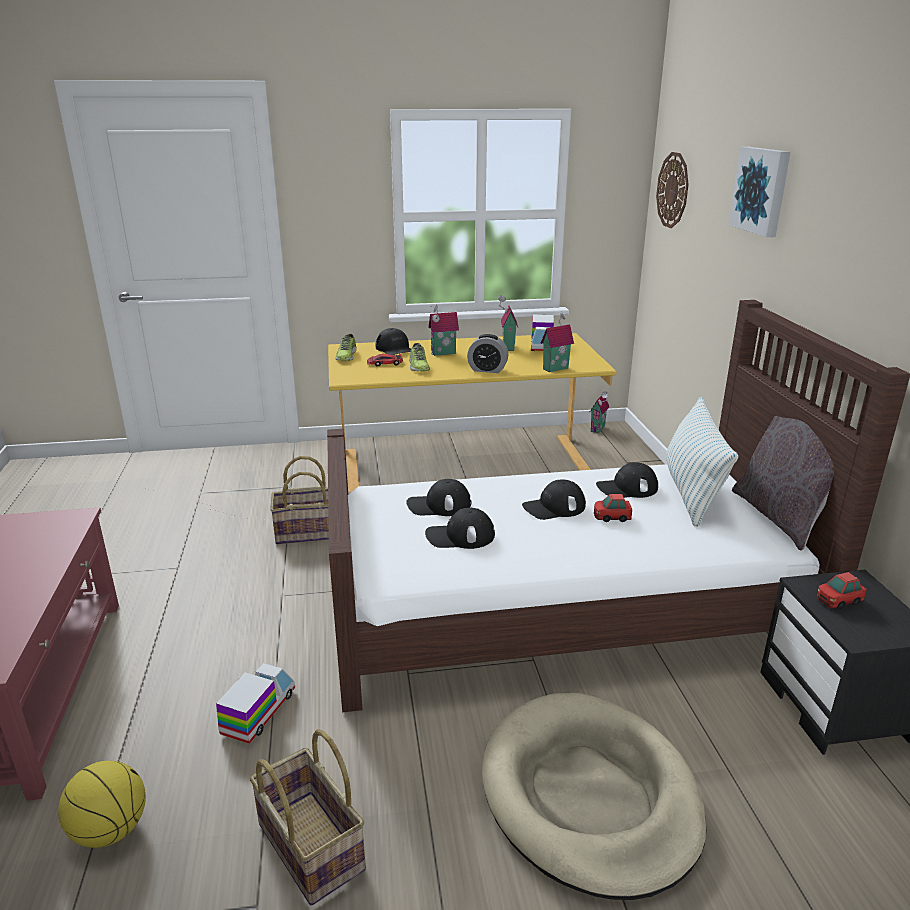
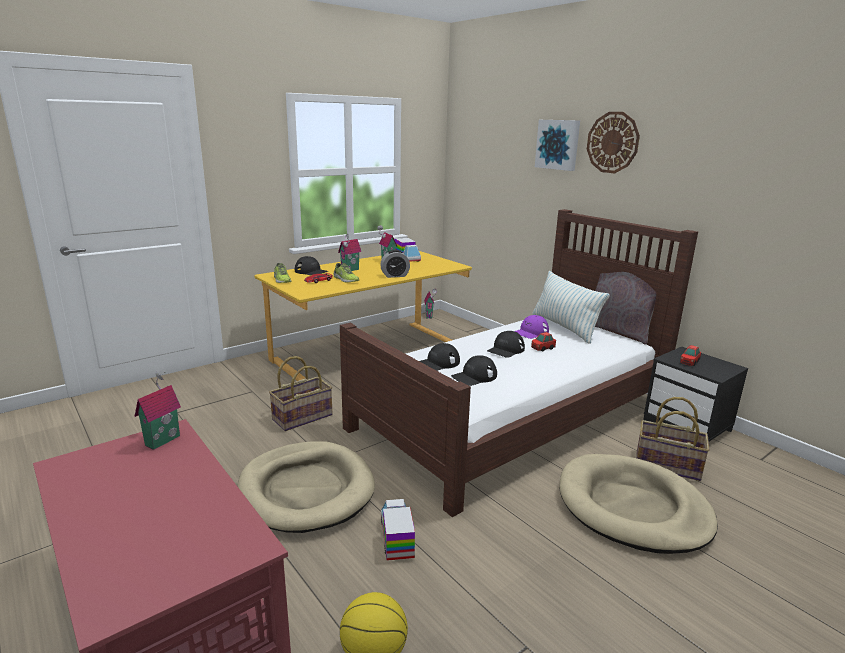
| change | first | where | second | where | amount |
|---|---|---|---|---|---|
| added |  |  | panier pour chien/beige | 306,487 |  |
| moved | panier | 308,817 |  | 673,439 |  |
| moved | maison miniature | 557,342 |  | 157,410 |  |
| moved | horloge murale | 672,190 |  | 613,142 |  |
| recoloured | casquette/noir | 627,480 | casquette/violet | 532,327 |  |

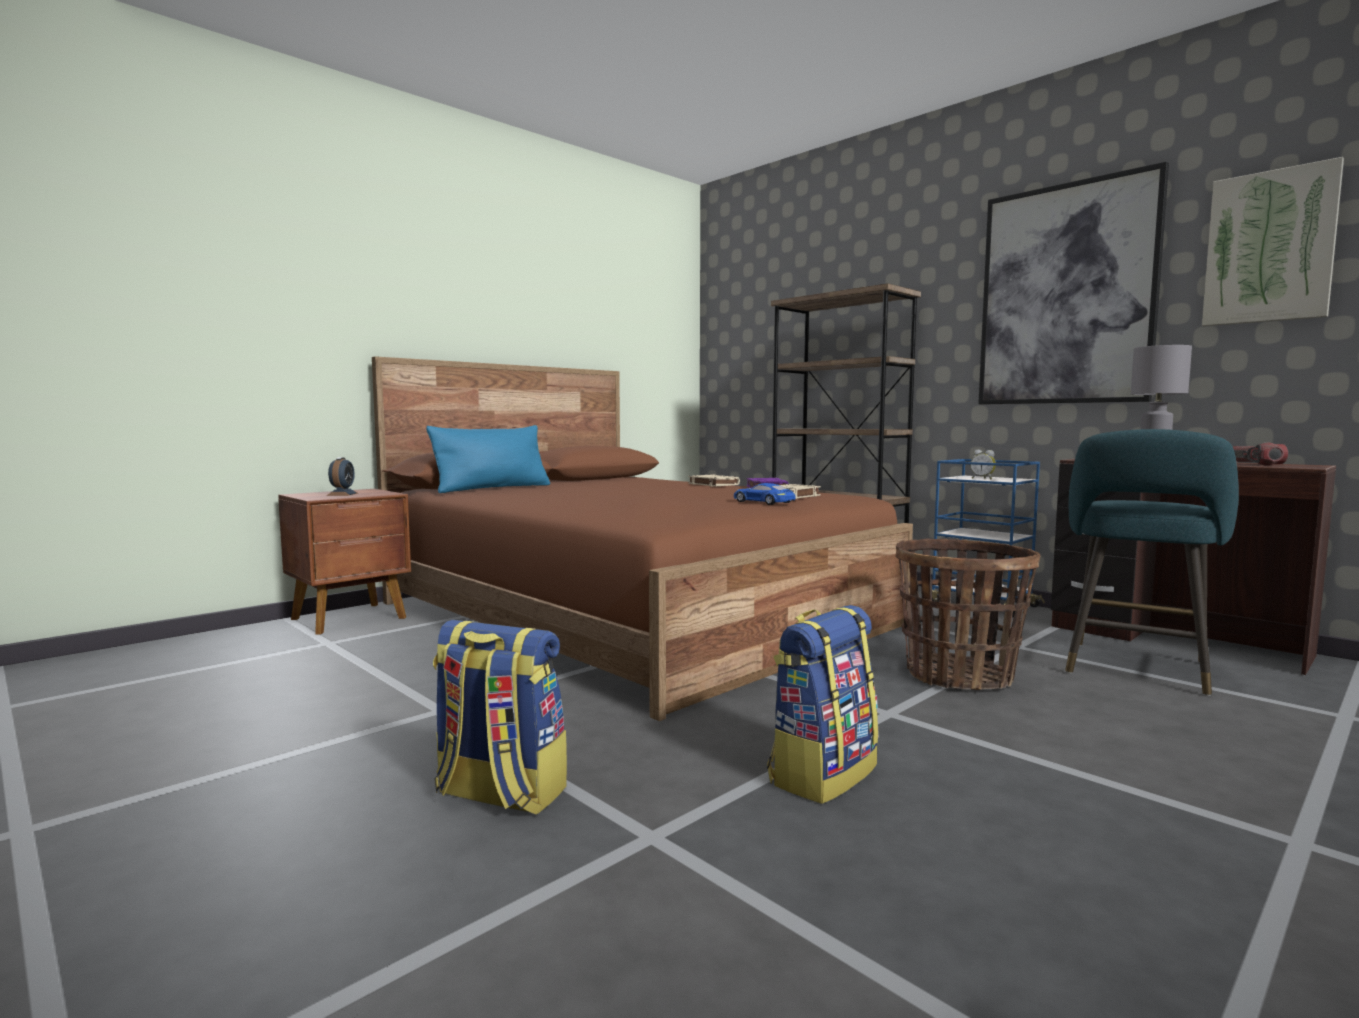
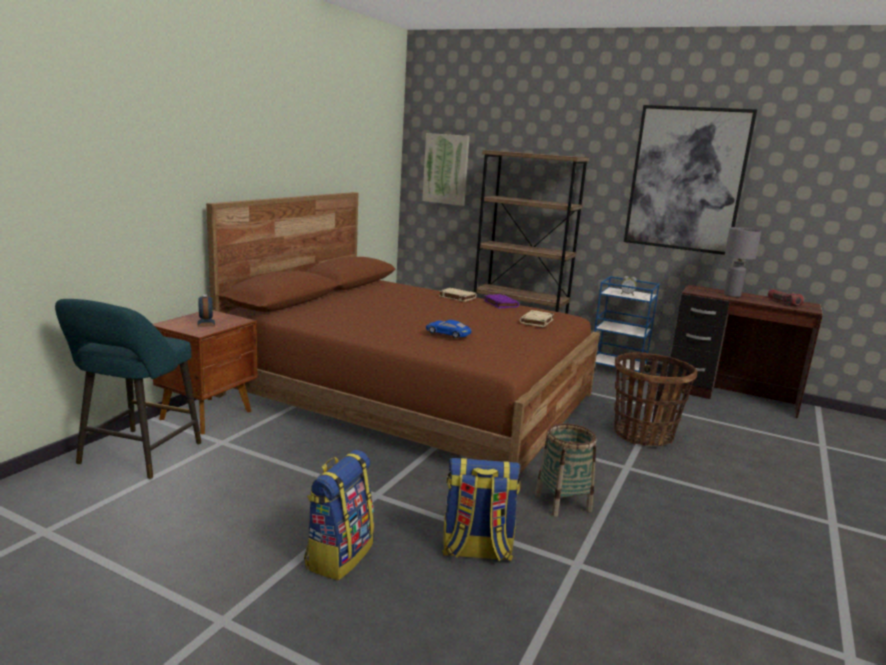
| change | first | where | second | where | amount |
|---|---|---|---|---|---|
| removed | coussin/bleu | 488,459 |  |  |  |
| added |  |  | panier | 565,470 |  |
| moved | petite voiture/bleu | 765,494 |  | 449,329 |  |
| moved | sac à dos | 823,704 |  | 339,515 |  |
| moved | tabouret/turquoise | 1152,562 |  | 128,389 |  |
| moved | tableau | 1273,241 |  | 446,169 |  |

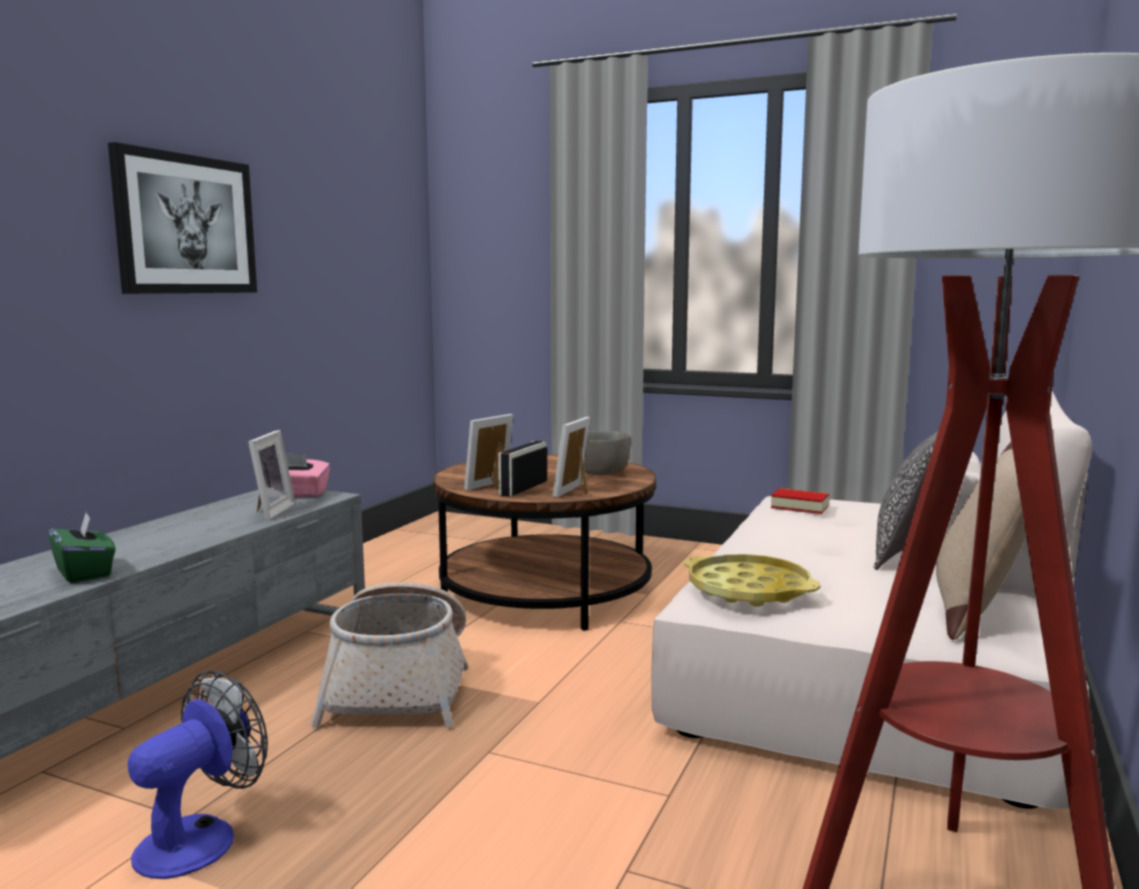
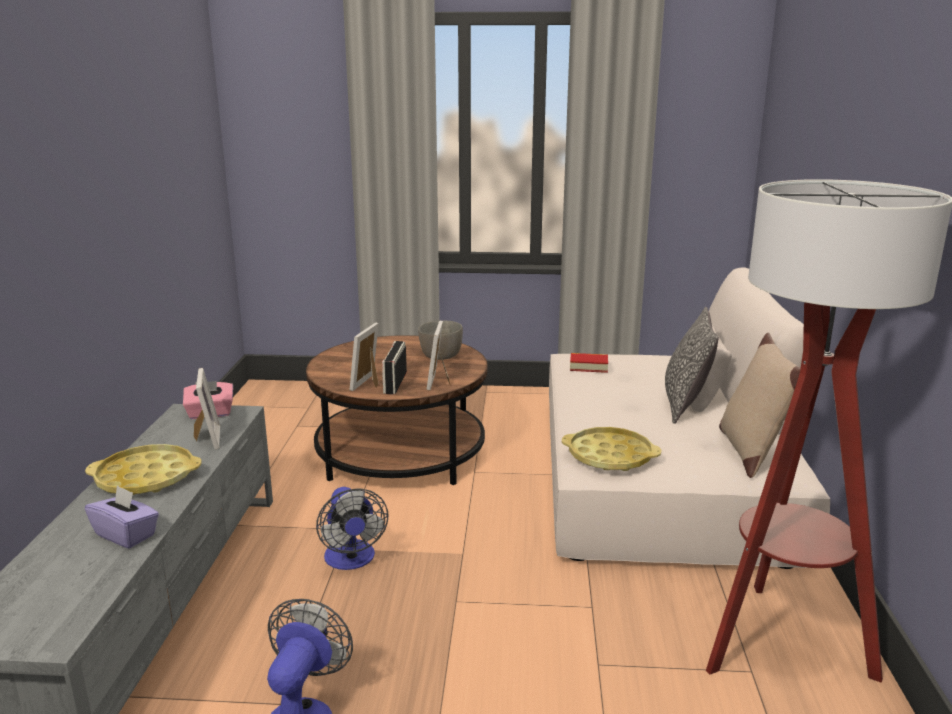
| change | first | where | second | where | amount |
|---|---|---|---|---|---|
| removed | tableau | 182,218 |  |  |  |
| added |  |  | plateau/jaune | 143,469 |  |
| replaced | panier | 389,655 | ventilateur | 352,528 |  |
| recoloured | boîte à mouchoirs/vert | 82,548 | boîte à mouchoirs/violet | 122,516 |  |

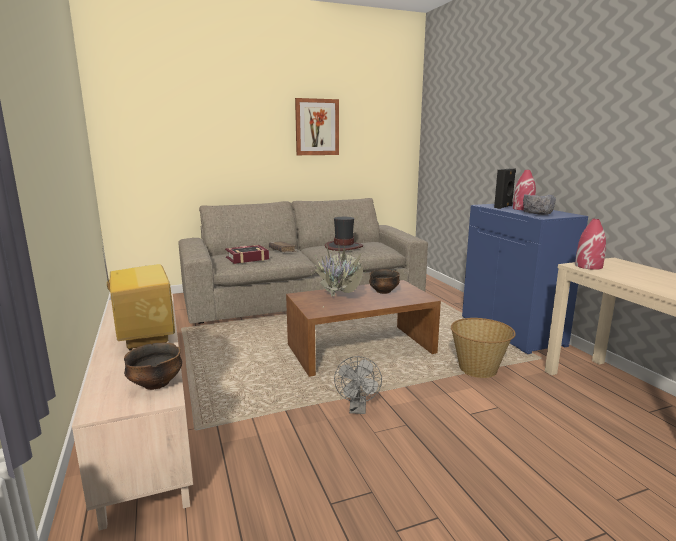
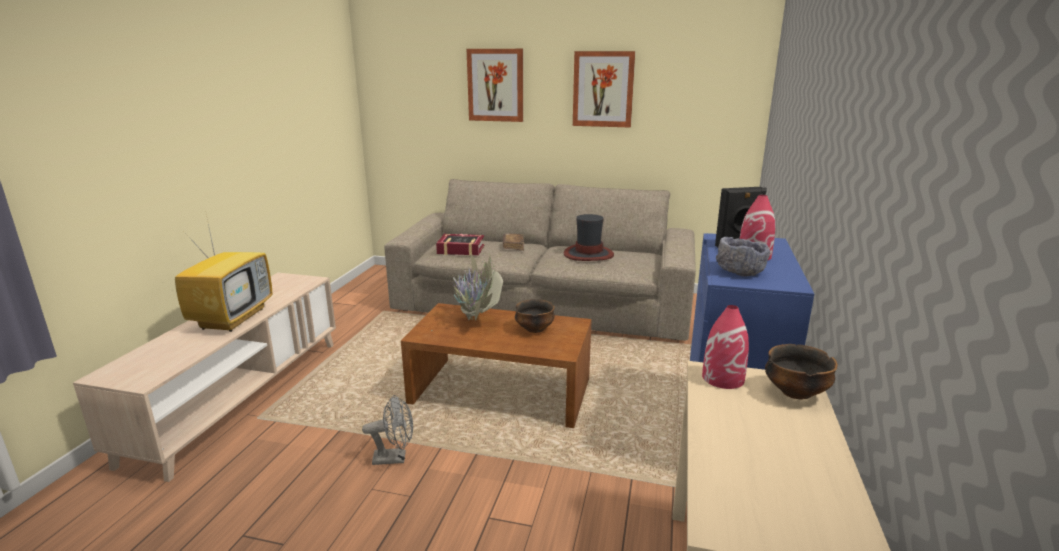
| change | first | where | second | where | amount |
|---|---|---|---|---|---|
| removed | panier | 483,348 |  |  |  |
| added |  |  | tableau | 495,85 |  |
| moved | bol | 153,366 |  | 801,372 |  |
| turned | ventilateur/gris | 358,385 |  | 387,430 | 135 degrees counterclockwise |

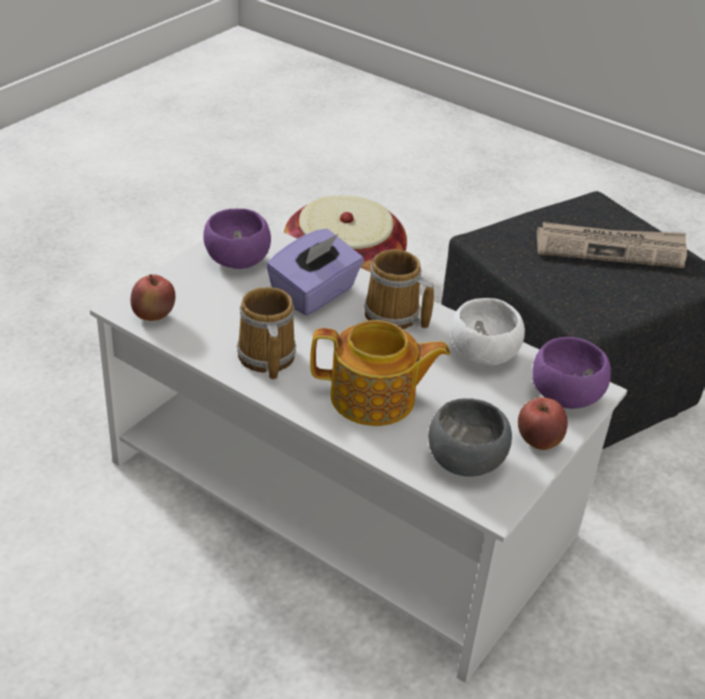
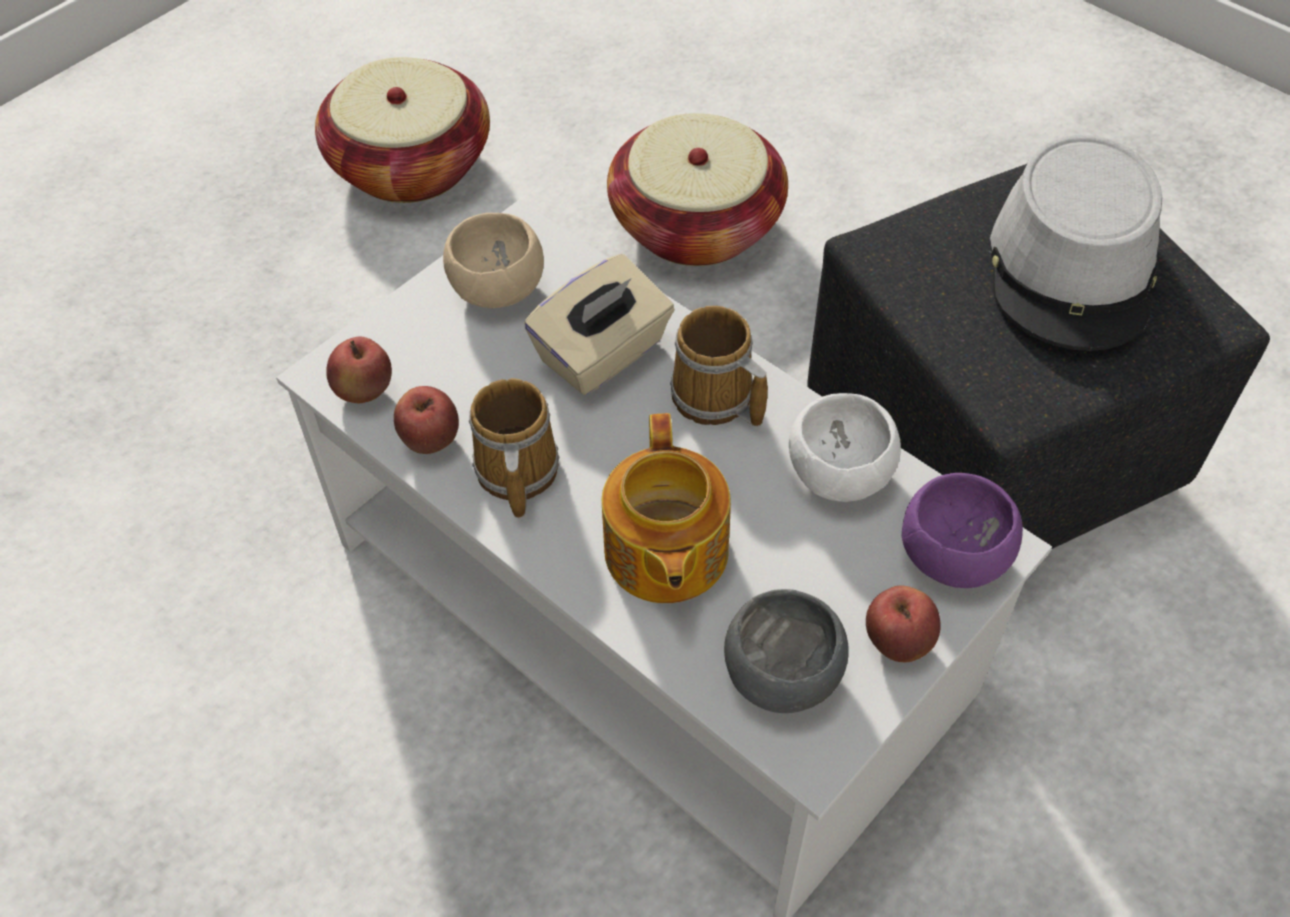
| change | first | where | second | where | amount |
|---|---|---|---|---|---|
| added |  |  | panier | 402,130 |  |
| added |  |  | pomme | 426,420 |  |
| replaced | journal | 612,245 | chapeau/gris | 1076,243 |  |
| recoloured | bol/violet | 237,239 | bol/beige | 493,260 |  |
| recoloured | boîte à mouchoirs/violet | 315,272 | boîte à mouchoirs/beige | 599,324 |  |
| turned | théière | 380,373 |  | 666,508 | 75 degrees clockwise |

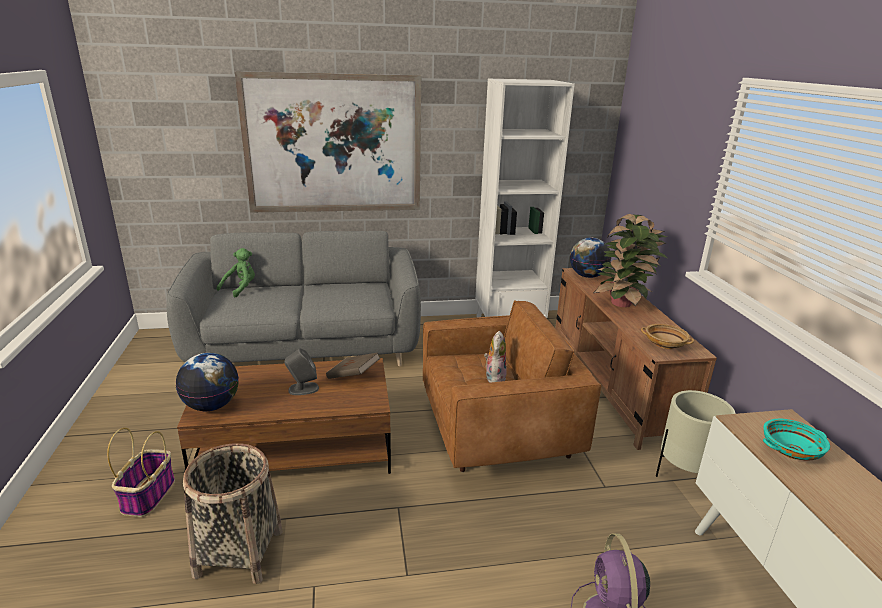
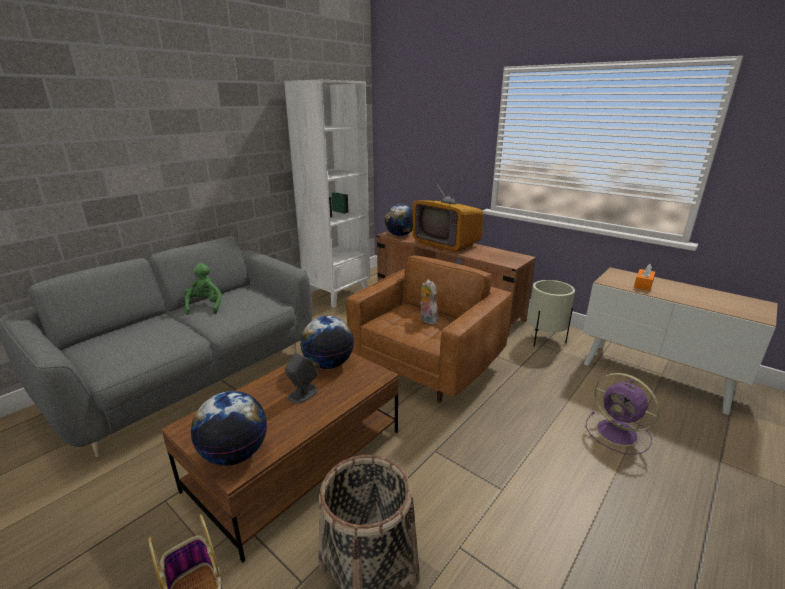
| change | first | where | second | where | amount |
|---|---|---|---|---|---|
| removed | tableau | 328,141 |  |  |  |
| removed | bol/beige | 667,336 |  |  |  |
| moved | peluche/vert | 236,272 |  | 202,289 |  |
| replaced | livre/marron | 353,365 | globe | 327,342 |  |
| replaced | plante en pot | 630,260 | téléviseur | 448,216 |  |
| replaced | bol/turquoise | 796,439 | boîte à mouchoirs/orange | 645,277 |  |

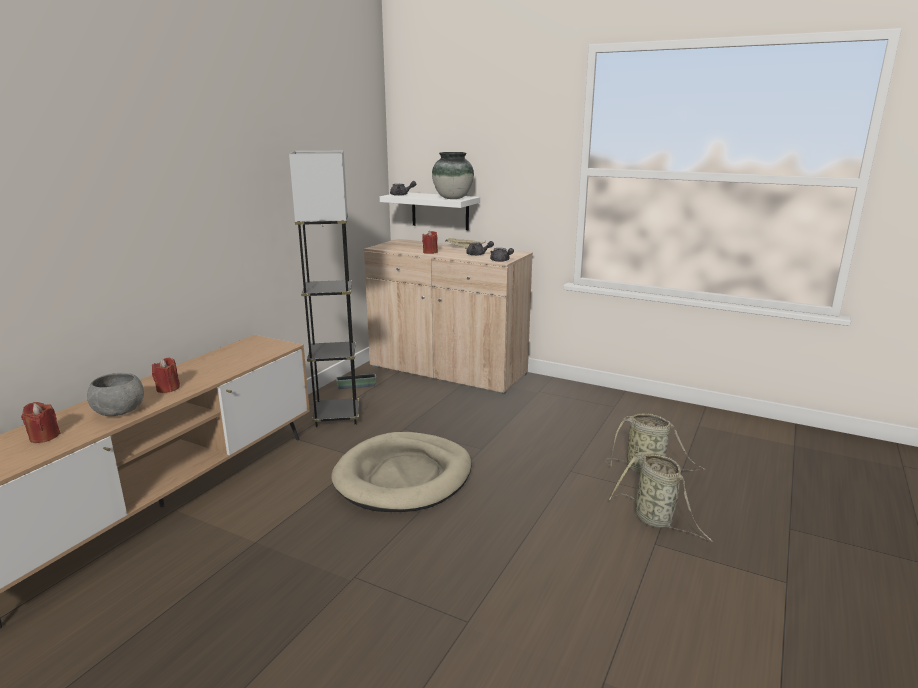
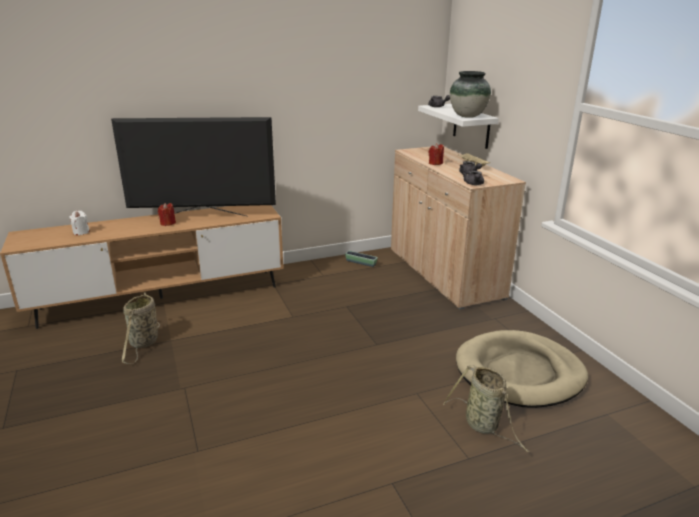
| change | first | where | second | where | amount |
|---|---|---|---|---|---|
| removed | bol/gris | 115,394 |  |  |  |
| removed | lampadaire/gris | 324,289 |  |  |  |
| added |  |  | téléviseur | 193,166 |  |
| moved | panier pour chien/beige | 401,472 |  | 522,369 |  |
| moved | panier | 661,497 |  | 141,328 |  |
| recoloured | bougie/rouge | 40,422 | bougie/blanc | 79,223 |  |

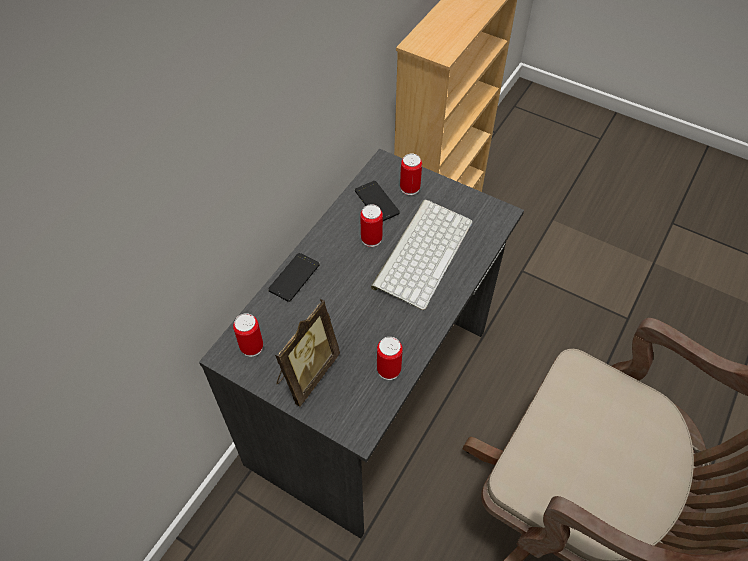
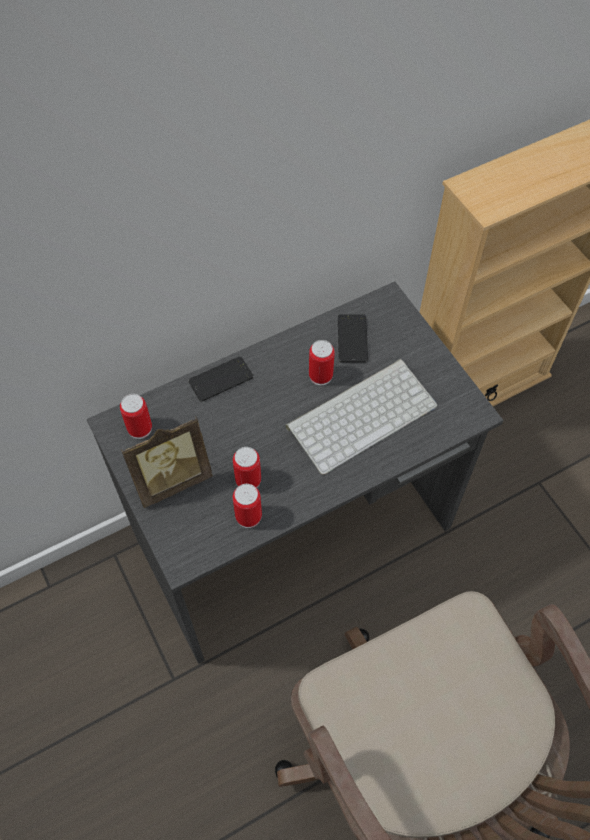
| change | first | where | second | where | amount |
|---|---|---|---|---|---|
| moved | boîte métallique | 411,174 |  | 247,467 |  |

